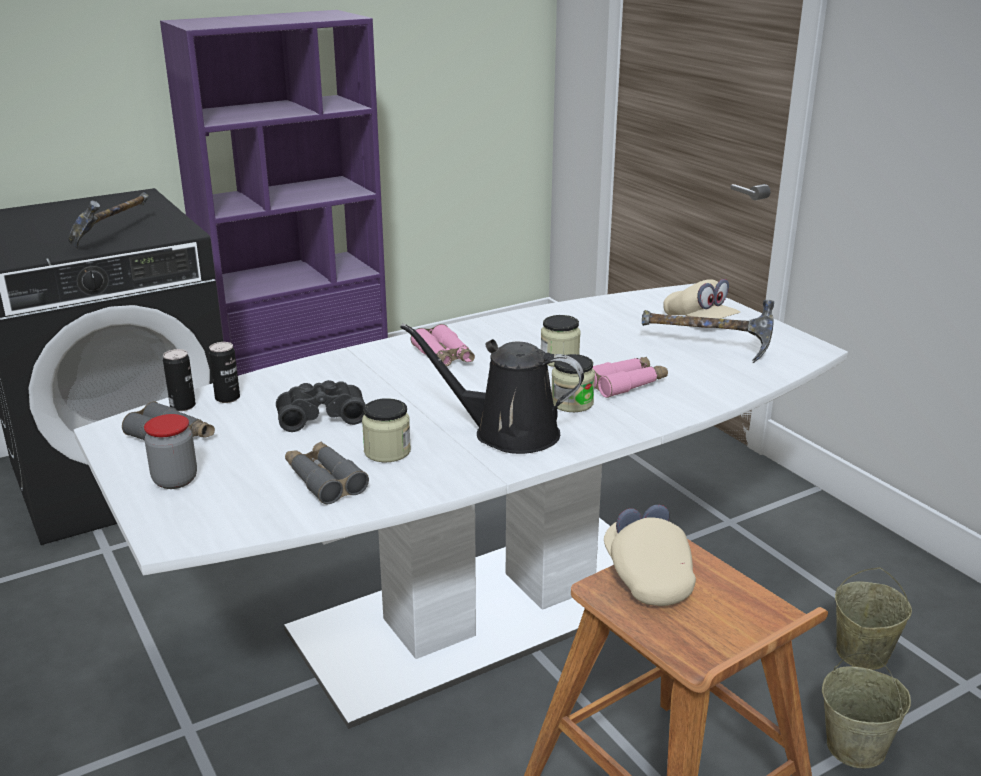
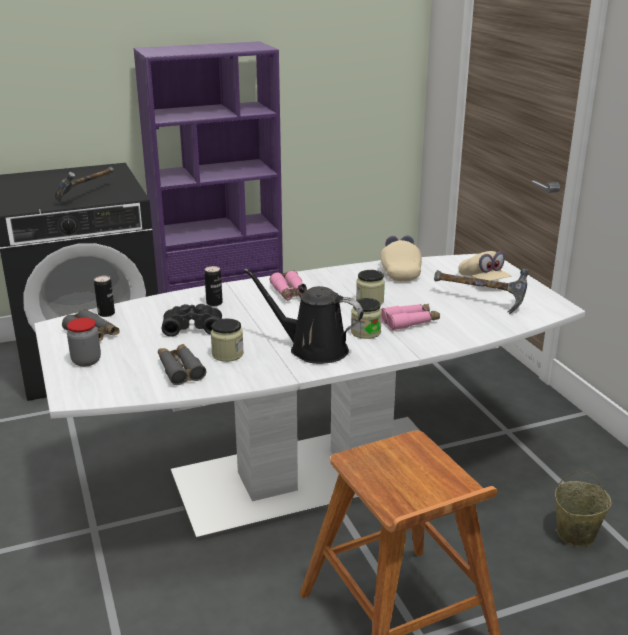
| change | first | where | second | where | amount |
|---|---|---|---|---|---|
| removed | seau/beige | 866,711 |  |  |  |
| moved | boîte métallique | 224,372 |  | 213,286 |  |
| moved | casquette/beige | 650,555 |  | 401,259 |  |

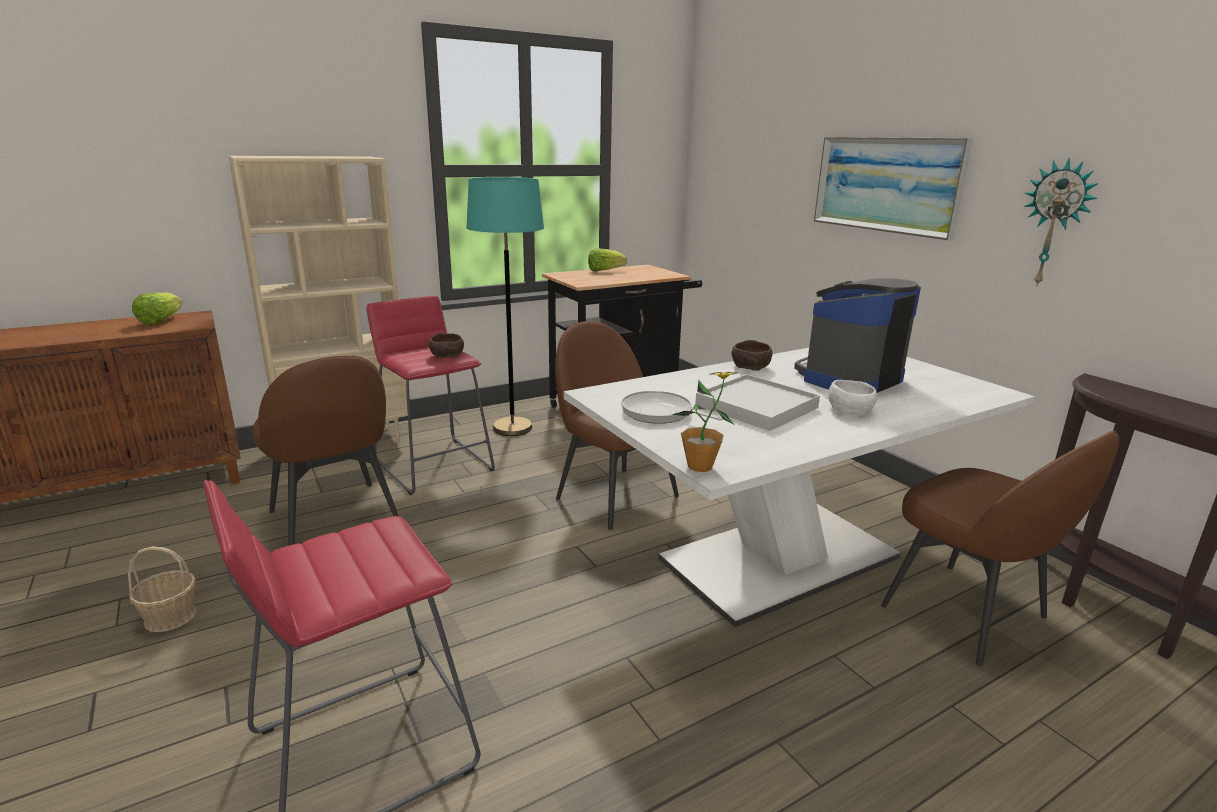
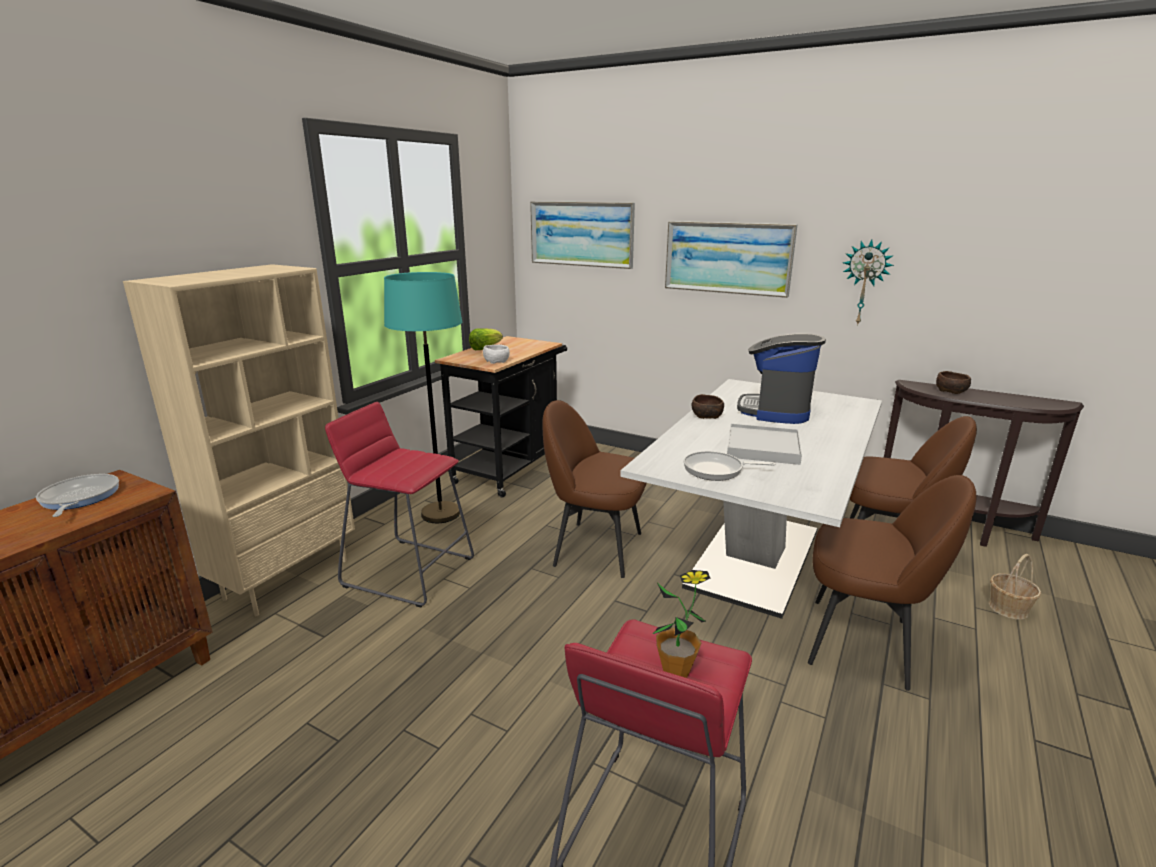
| change | first | where | second | where | amount |
|---|---|---|---|---|---|
| added |  |  | tableau | 582,235 |  |
| moved | panier | 162,589 |  | 1015,587 |  |
| moved | chaise/marron | 325,451 |  | 892,583 |  |
| moved | bol/marron | 446,345 |  | 953,382 |  |
| moved | plante en pot | 704,422 |  | 681,624 |  |
| moved | bol/blanc | 852,397 |  | 496,354 |  |
| replaced | laitue | 157,308 | poêle | 77,495 |  |

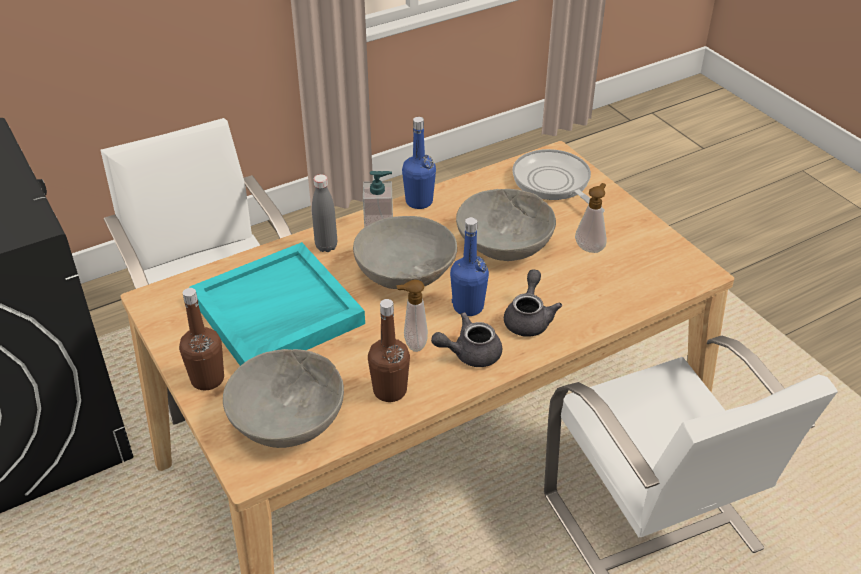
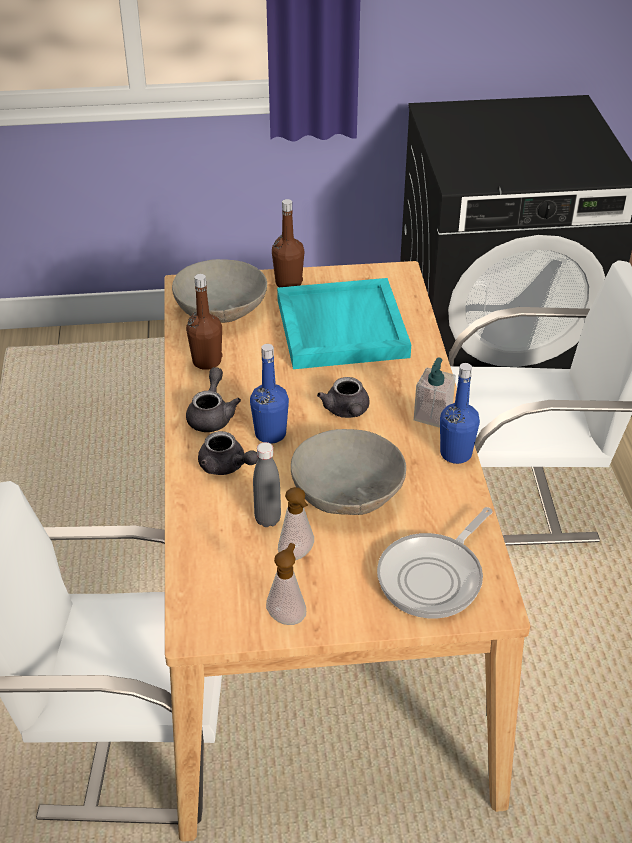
| change | first | where | second | where | amount |
|---|---|---|---|---|---|
| moved | bouteille/gris | 324,213 |  | 267,484 |  |
| moved | distributeur de savon | 412,316 |  | 286,584 |  |
| replaced | bol/gris | 405,252 | théière/gris | 343,397 |  |
| turned | poêle | 558,180 |  | 435,563 | 135 degrees clockwise |

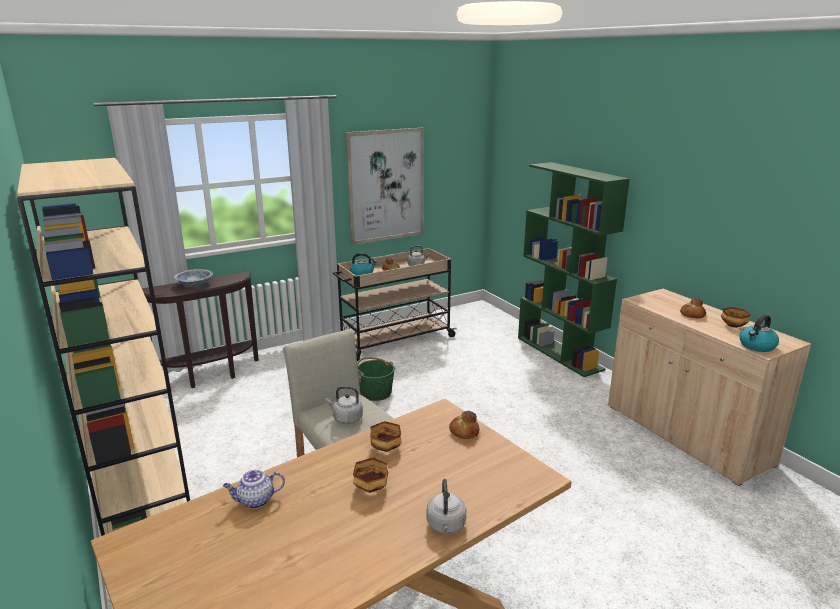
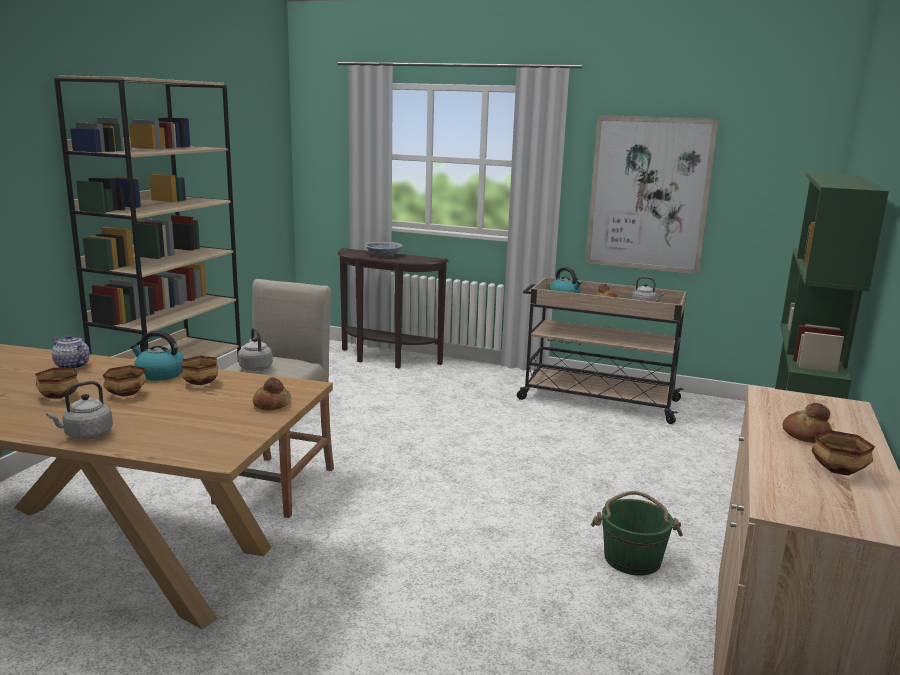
| change | first | where | second | where | amount |
|---|---|---|---|---|---|
| added |  |  | bol | 56,383 |  |
| moved | seau/vert | 376,379 |  | 637,533 |  |
| moved | bouilloire | 759,333 |  | 157,356 |  |

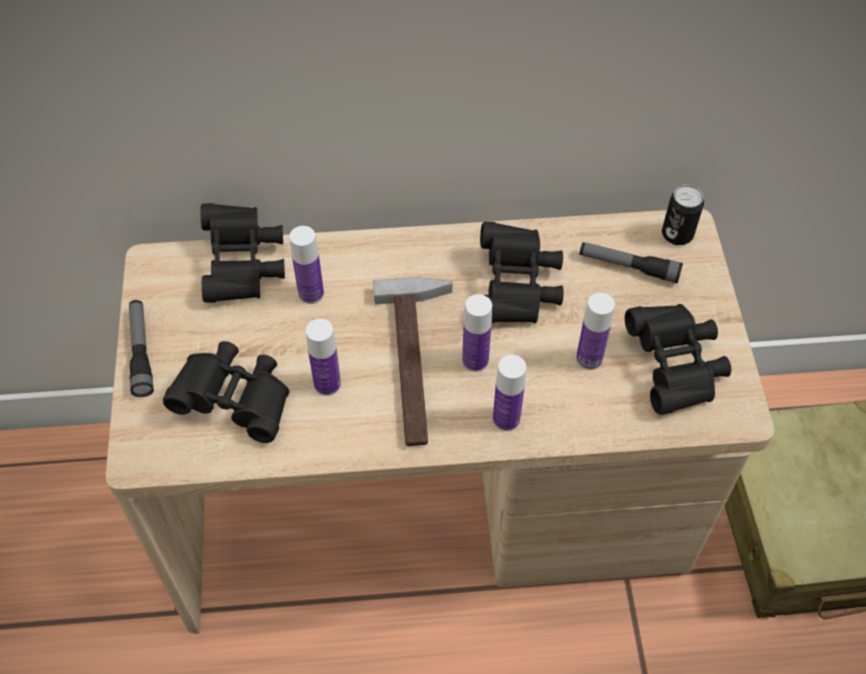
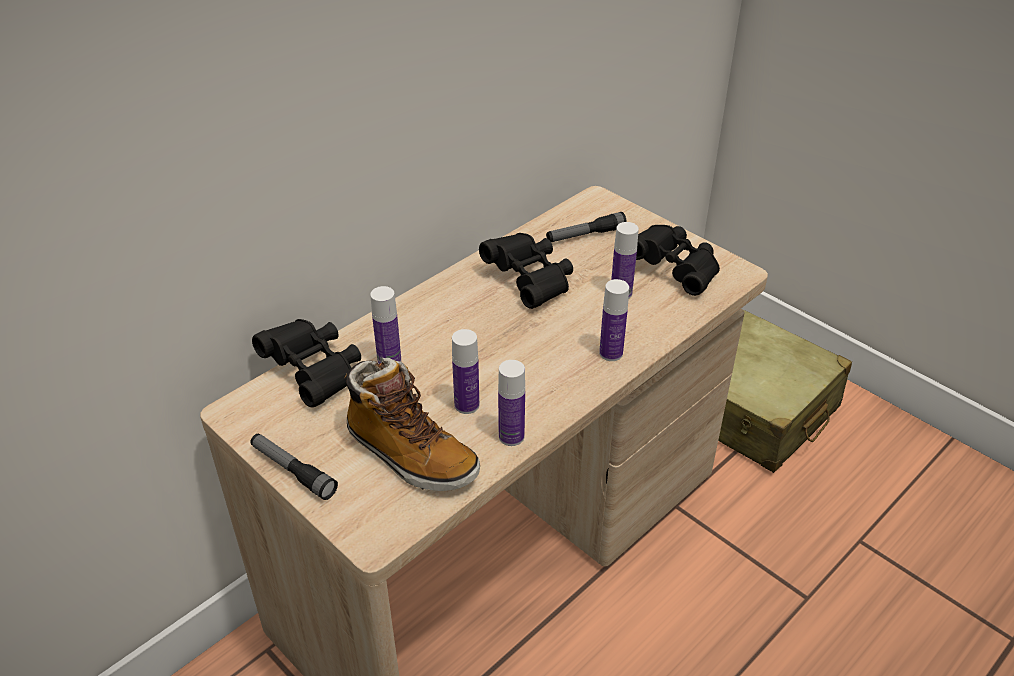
| change | first | where | second | where | amount |
|---|---|---|---|---|---|
| removed | marteau | 412,361 |  |  |  |
| removed | boîte métallique | 683,215 |  |  |  |
| moved | bouteille | 477,333 |  | 511,403 |  |
| replaced | jumelles/noir | 226,392 | botte | 412,424 |  |

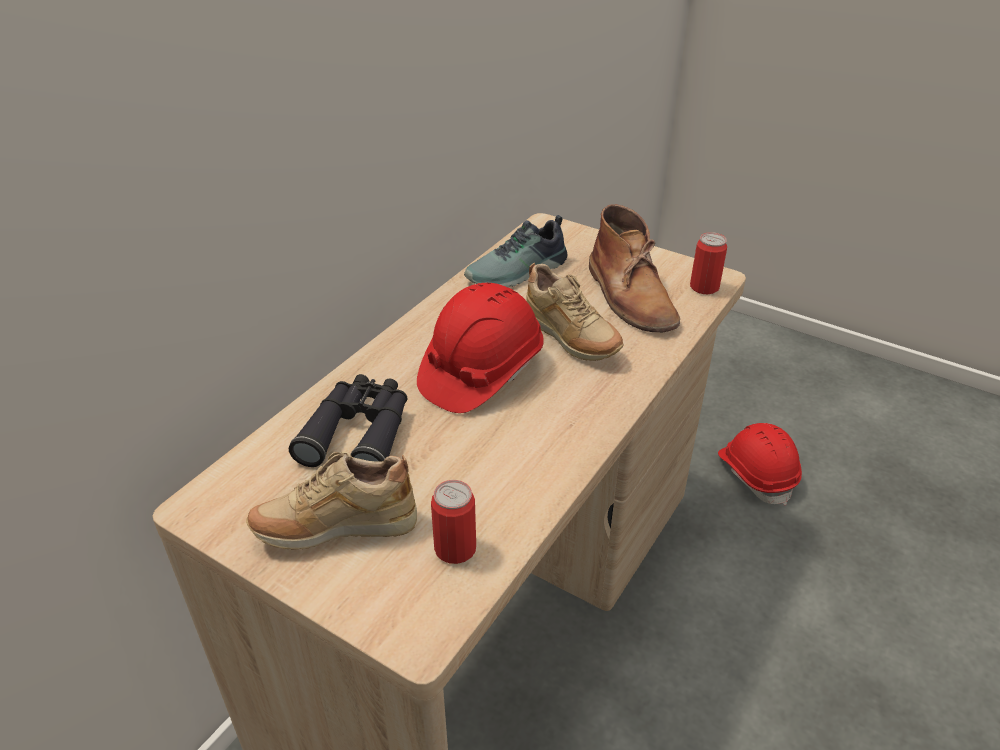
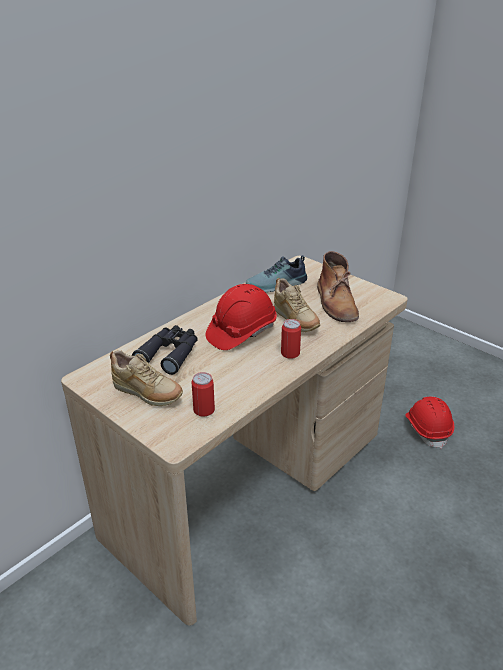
| change | first | where | second | where | amount |
|---|---|---|---|---|---|
| moved | boîte métallique | 708,263 |  | 291,339 |  |
| turned | chaussure/beige | 331,501 |  | 146,378 | 150 degrees counterclockwise |

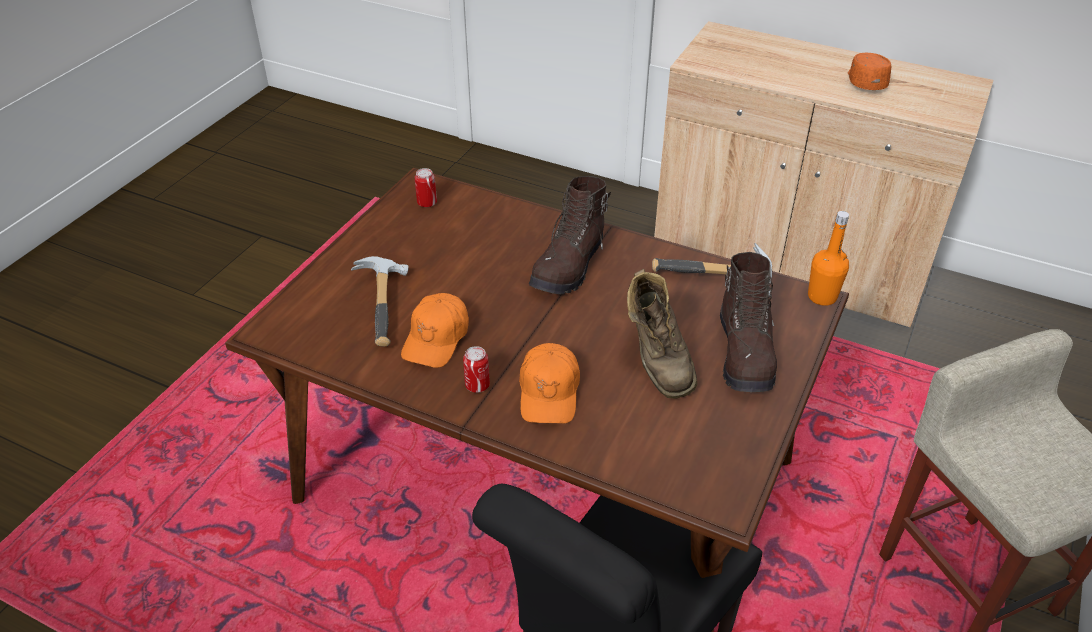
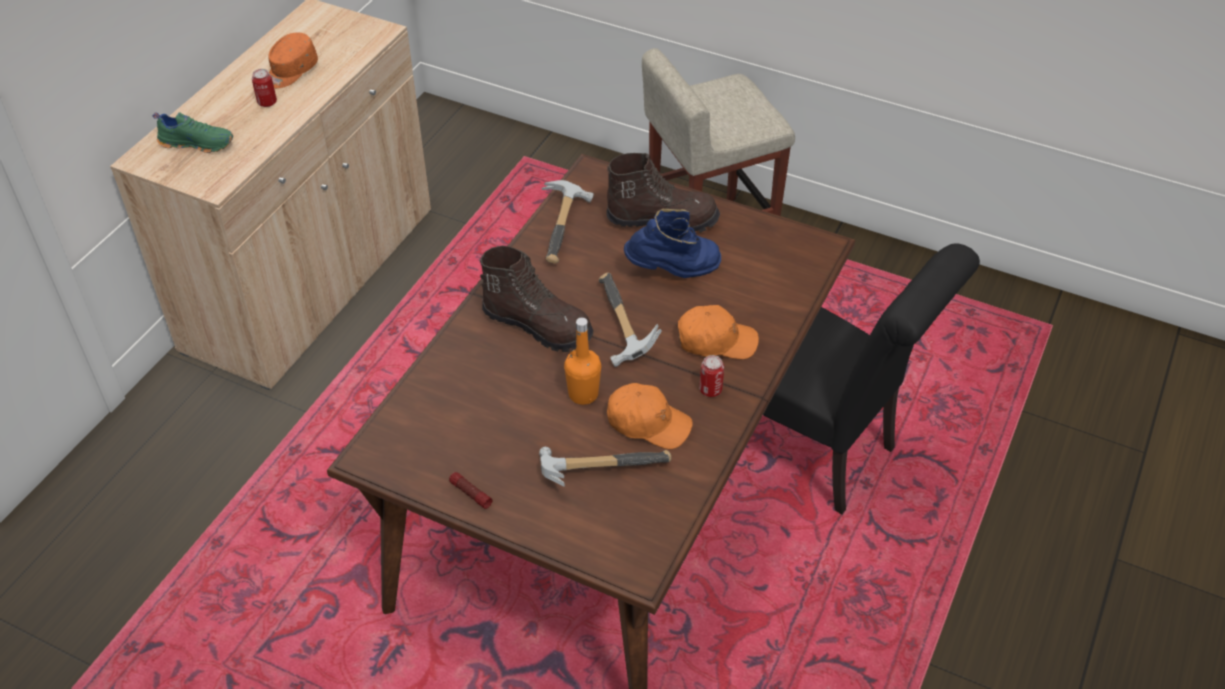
| change | first | where | second | where | amount |
|---|---|---|---|---|---|
| added |  |  | chaussure/vert | 193,132 |  |
| added |  |  | lampe de poche | 471,490 |  |
| added |  |  | marteau | 630,320 |  |
| moved | boîte métallique | 426,187 |  | 264,88 |  |
| moved | bouteille/orange | 828,258 |  | 582,361 |  |
| recoloured | botte/marron | 662,334 | botte/bleu | 672,243 |  |
| turned | casquette/orange | 869,71 |  | 293,60 | 60 degrees counterclockwise |

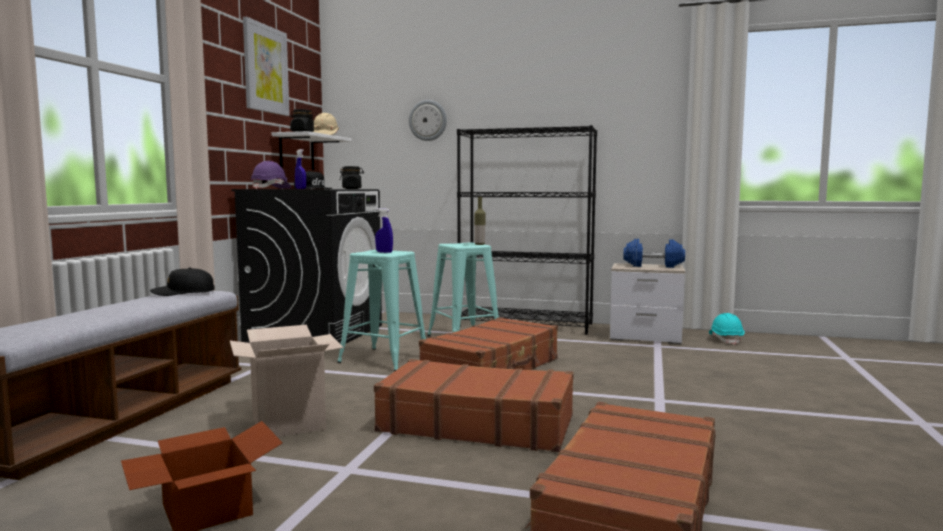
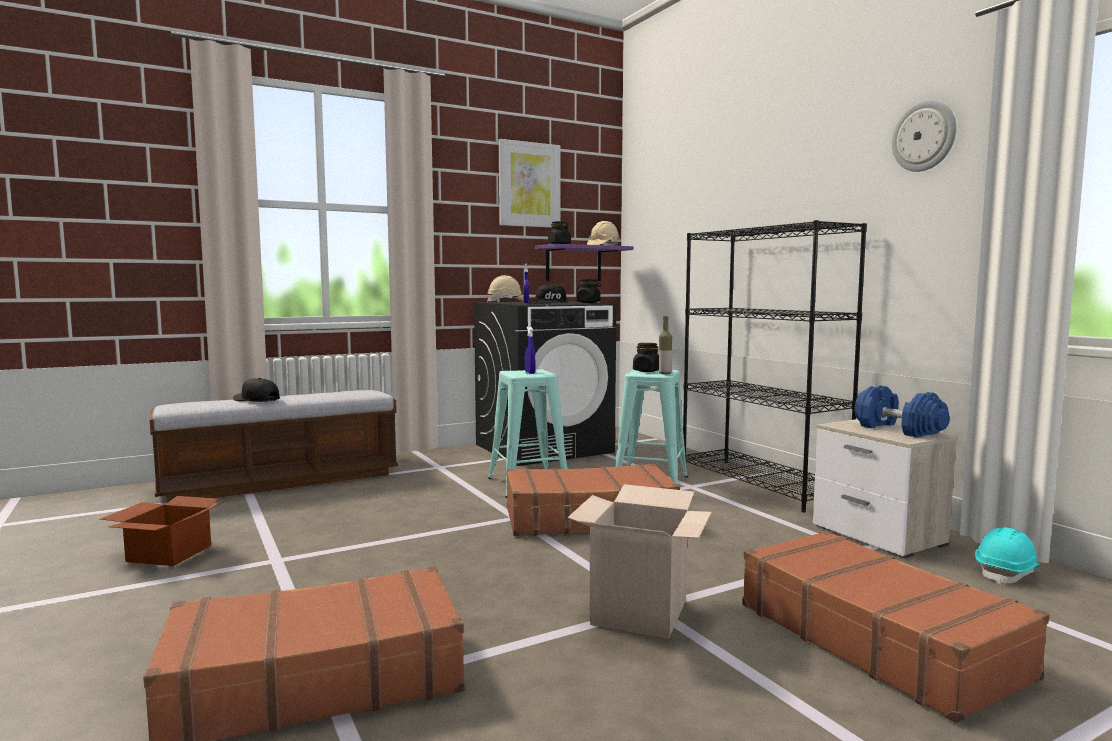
| change | first | where | second | where | amount |
|---|---|---|---|---|---|
| added |  |  | bocal/noir | 646,357 |  |
| moved | casquette/noir | 182,282 |  | 256,390 |  |
| moved | carton | 287,381 |  | 640,561 |  |
| moved | valise/marron | 474,405 |  | 895,626 |  |
| moved | horloge murale | 428,120 |  | 924,136 |  |
| recoloured | casque de chantier/violet | 271,175 | casque de chantier/beige | 505,289 |  |
| recoloured | étagère/blanc | 312,150 | étagère/violet | 584,262 |  |

